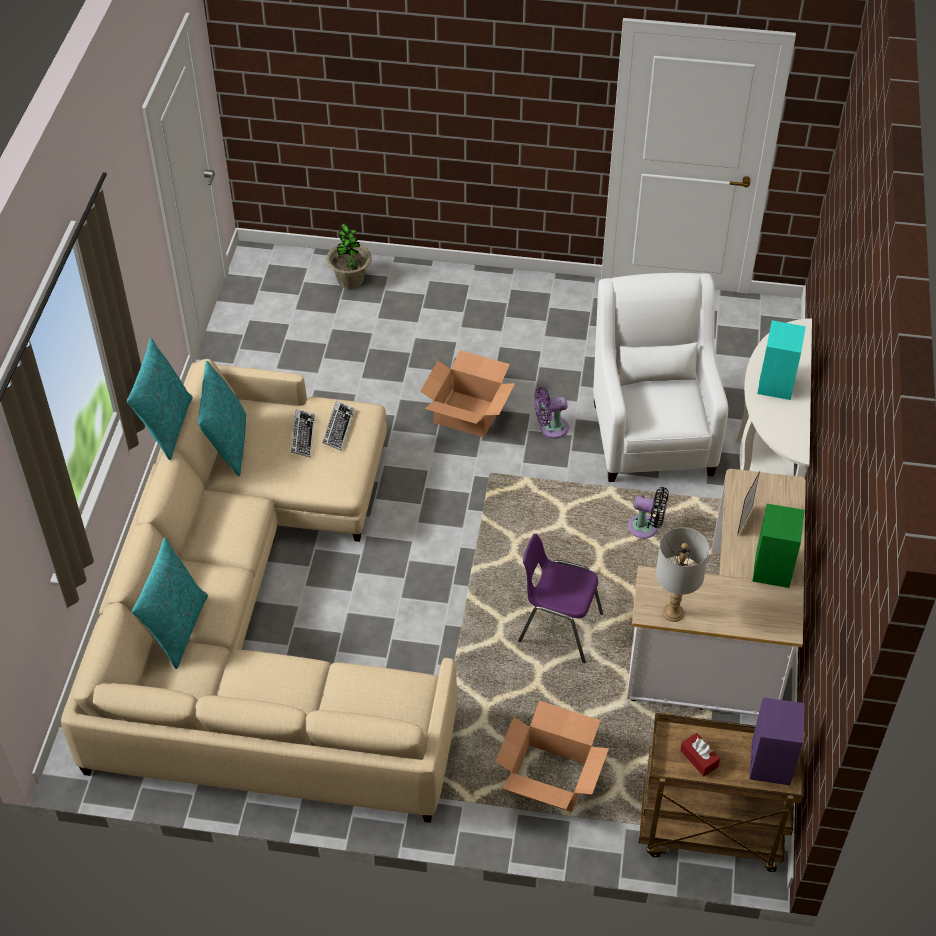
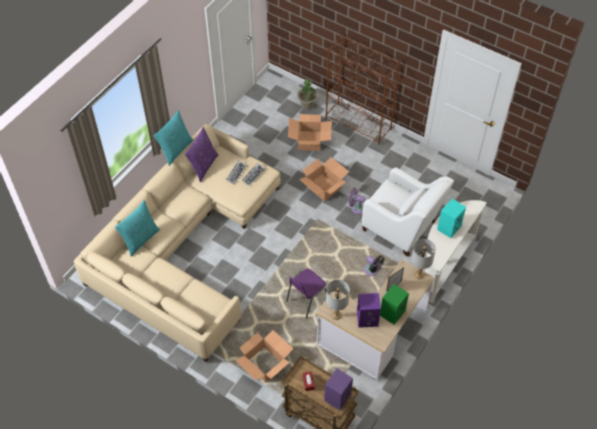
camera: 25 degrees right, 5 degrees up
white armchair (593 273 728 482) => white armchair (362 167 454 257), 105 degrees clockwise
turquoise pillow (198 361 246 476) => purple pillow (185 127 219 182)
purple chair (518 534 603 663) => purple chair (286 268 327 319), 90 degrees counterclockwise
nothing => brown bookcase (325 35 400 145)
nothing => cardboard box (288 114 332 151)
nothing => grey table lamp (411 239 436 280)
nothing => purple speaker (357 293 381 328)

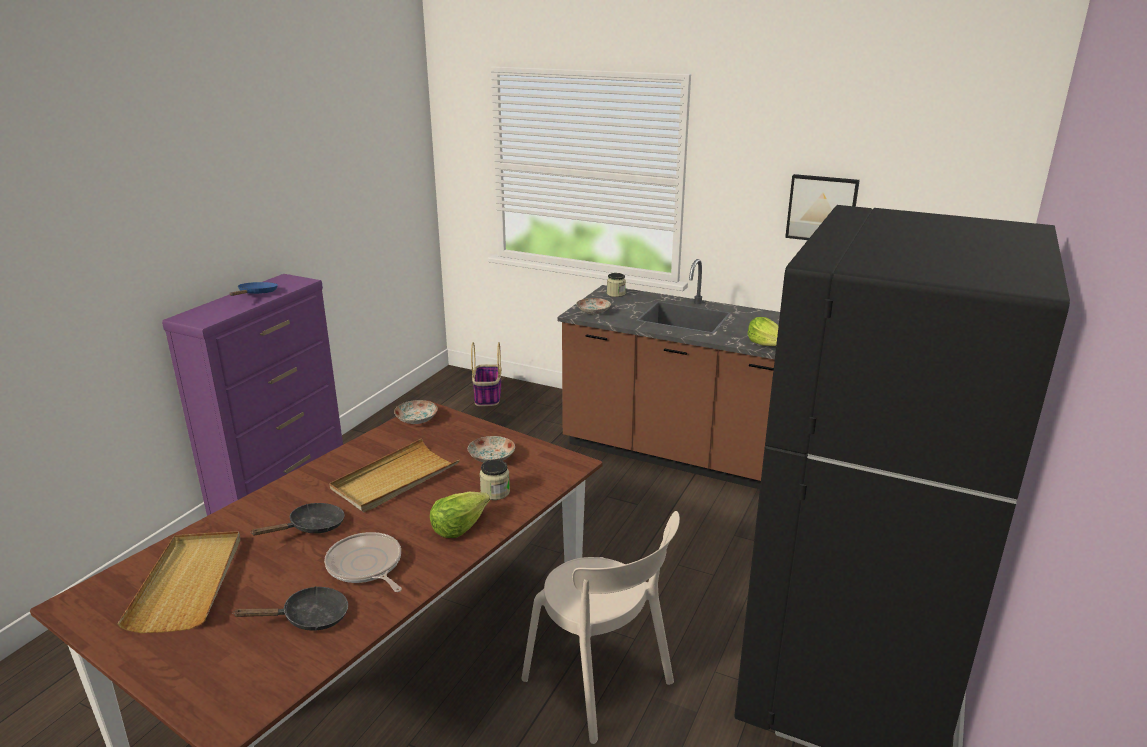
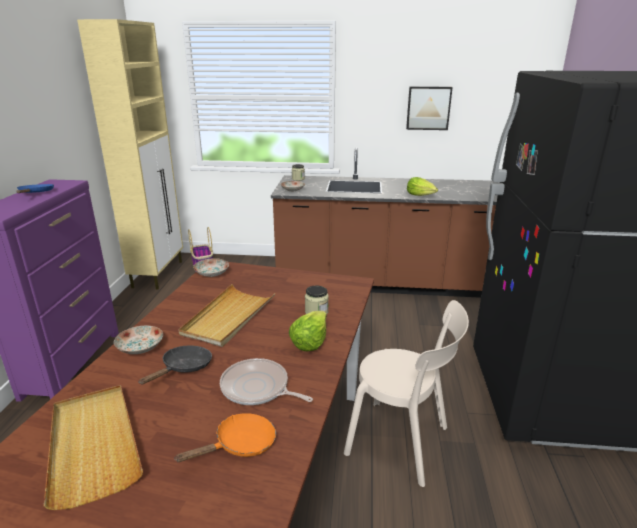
camera: 20 degrees left, 0 degrees up
plate (468 436 515 462) => plate (114 326 163 354), moved
black frying pan (232 586 348 631) => orange frying pan (174 413 276 462)
nothing => beige cabinet (77 19 183 289)

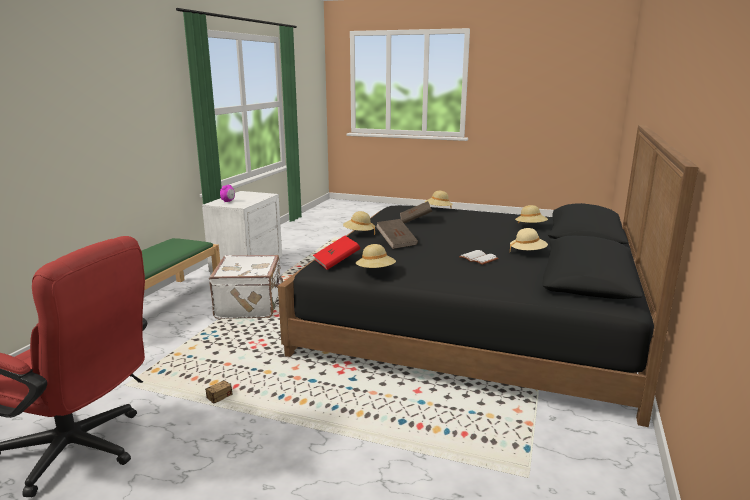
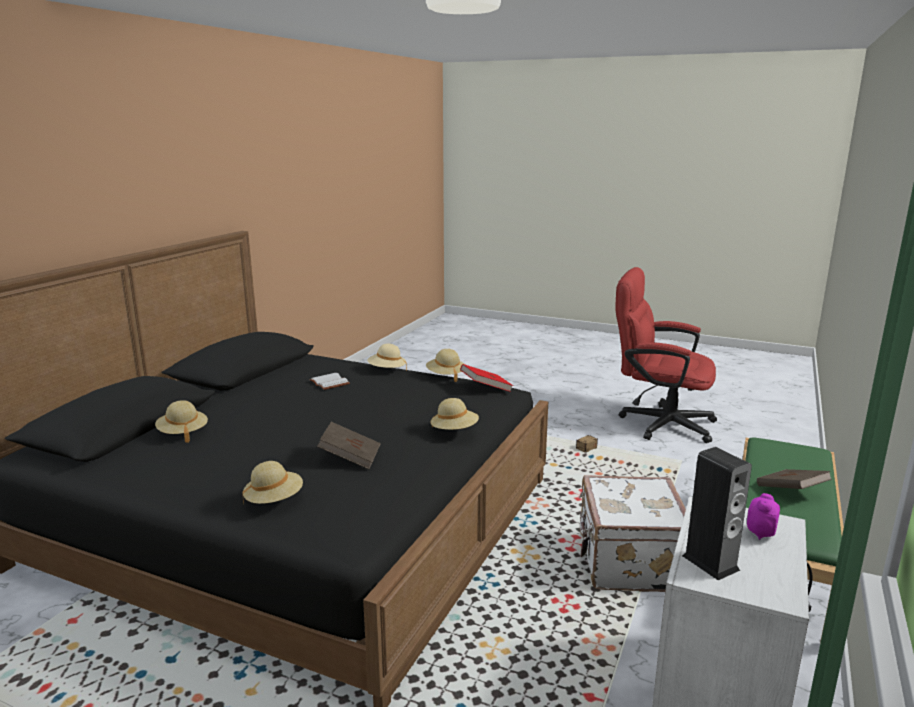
camera: 175 degrees left, 0 degrees up
brown book (376 219 418 249) => brown book (757 469 832 489), moved
beige hat (510 228 548 251) => beige hat (368 344 407 371), moved
nothing => speaker (682 447 752 580)

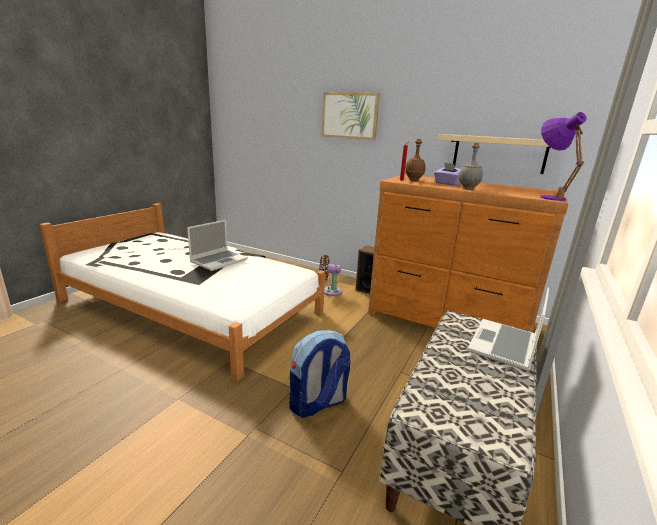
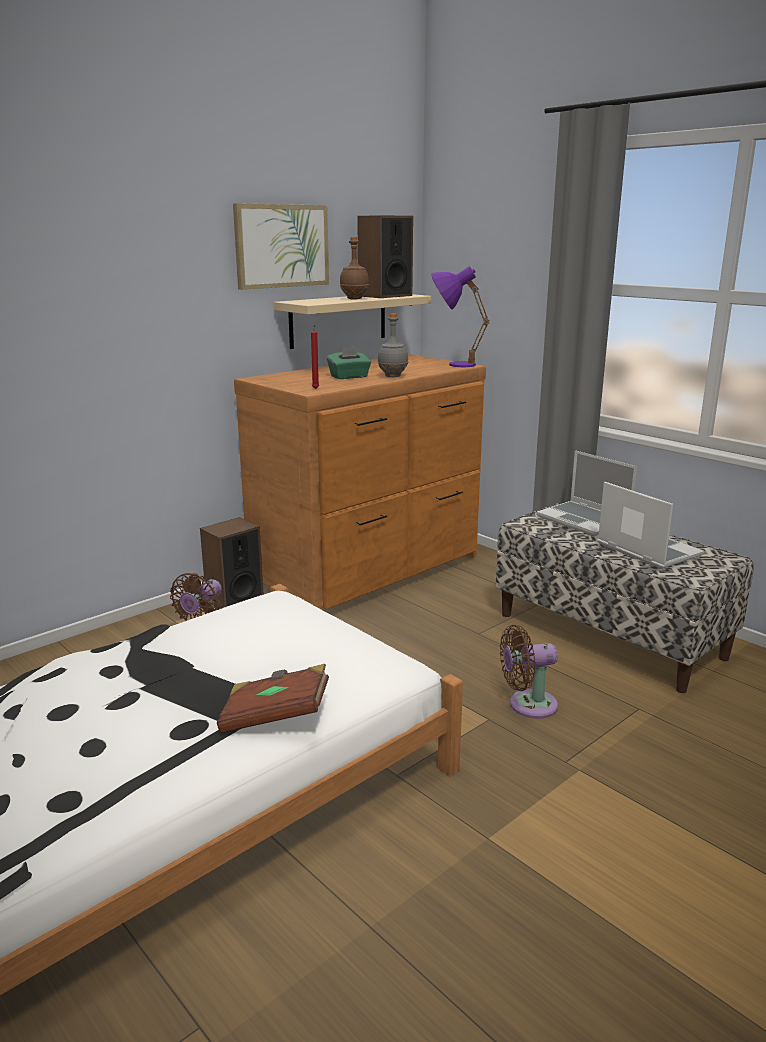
camera: 70 degrees left, 0 degrees up
picture (322 92 380 140) => picture (233 203 329 290), moved
brown bottle (405 139 426 181) => brown bottle (340 237 369 299), moved
purple tissue box (434 163 461 186) => green tissue box (327 346 371 379)
laptop (187 220 248 271) => laptop (597 482 704 569), moved
backpack (289 330 350 418) => brown fan (500 625 558 719)
nothing => speaker (357 215 413 298)
nothing => brown book (217 664 329 733)

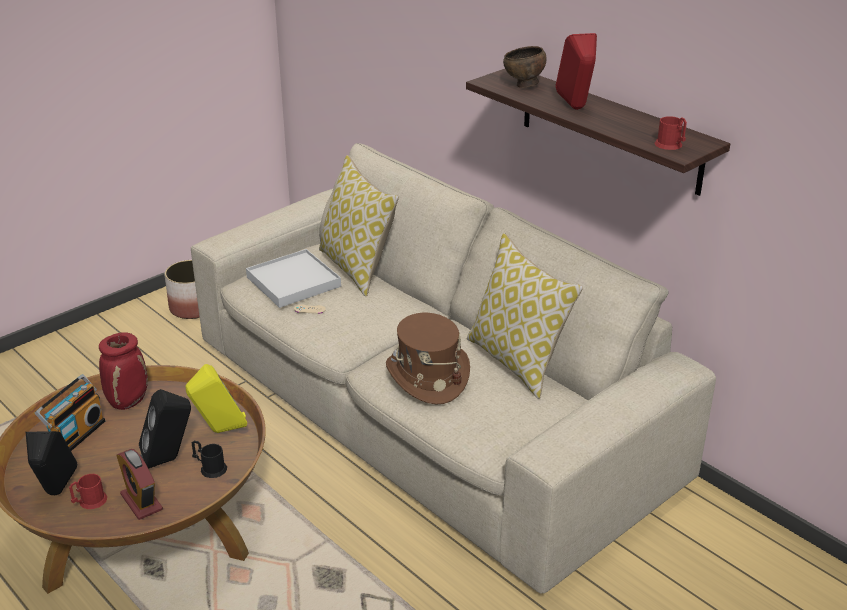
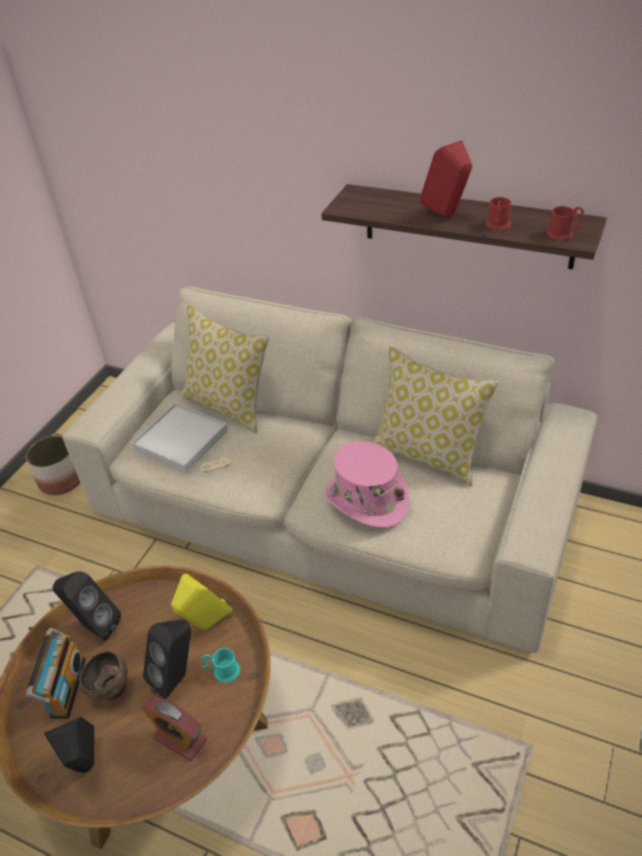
camera: 20 degrees left, 10 degrees up
brown bowl (503 46 546 88) => brown bowl (79 651 127 701), moved
brown hat (386 313 470 405) => pink hat (325 441 409 528)
red vase (99 332 148 410) => black speaker (53 571 121 641)
black mug (192 441 227 478) => turquoise mug (201 648 240 683)
red mug (69 474 107 509) => red mug (485 197 511 230), moved

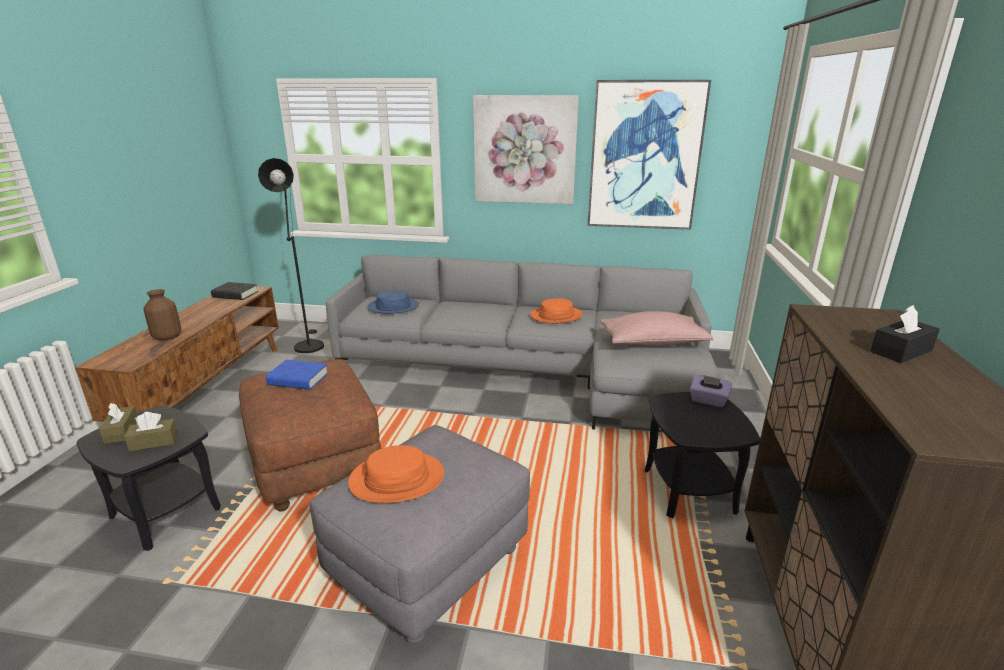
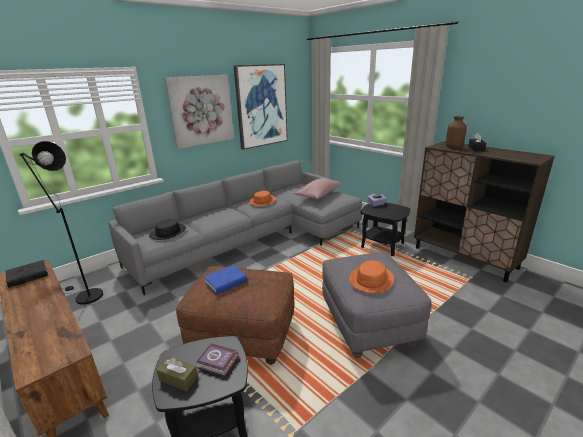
camera: 50 degrees left, 0 degrees up
brown vase (143 289 181 340) => brown vase (446 116 467 149), moved
blue hat (367 290 419 314) => black hat (149 219 186 240)
brown tissue box (124 412 178 451) => book (196 343 238 377)

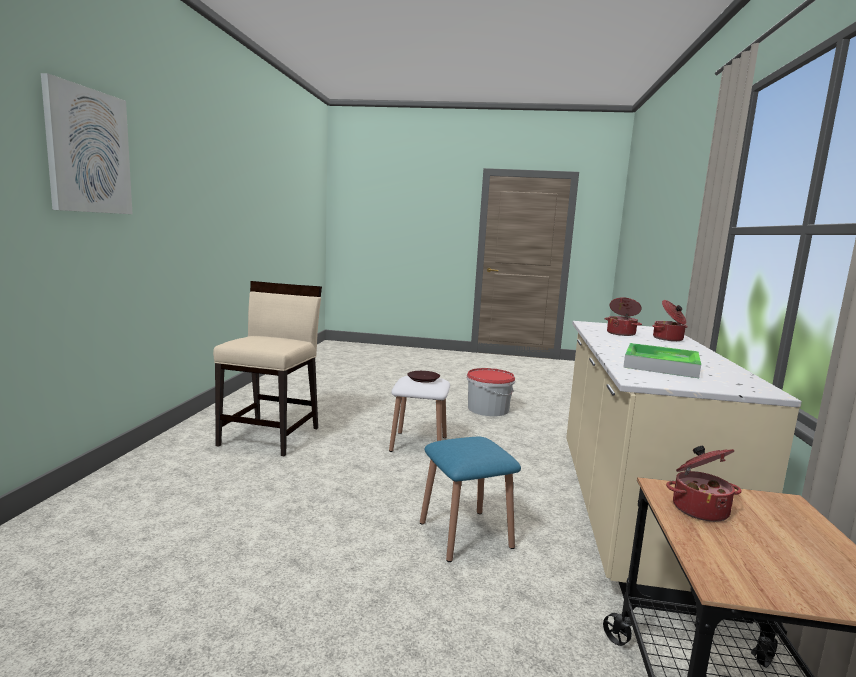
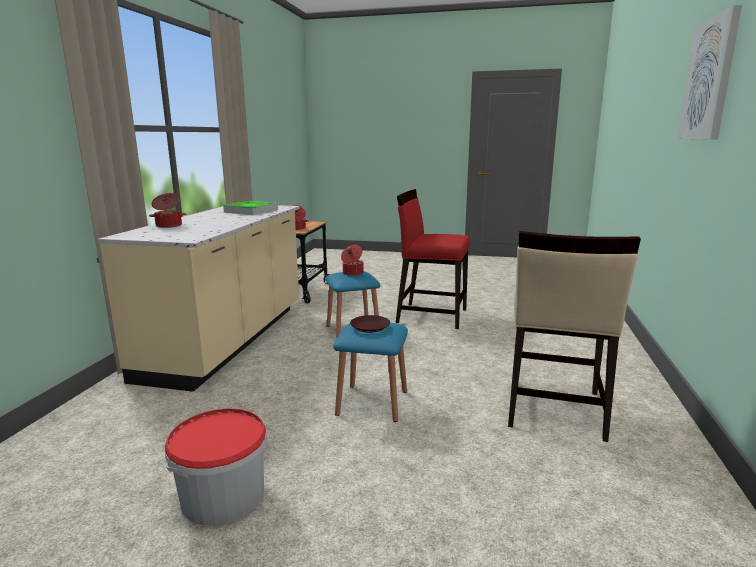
camera: 175 degrees left, 5 degrees up
cooking pot (605 297 642 336) => cooking pot (341 245 364 276), moved
white stool (389 376 450 452) => blue stool (333 323 408 422)
nothing => red chair (396 189 470 329)

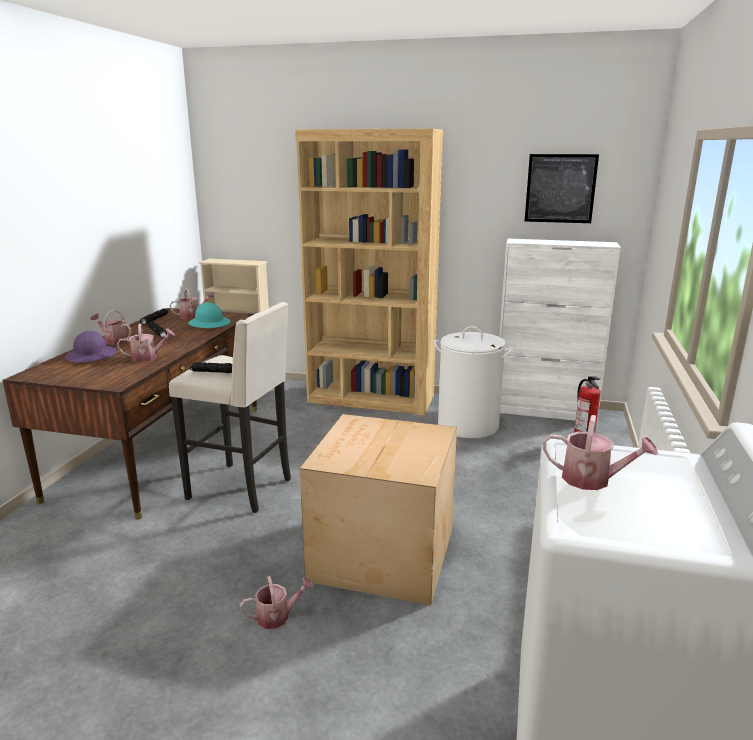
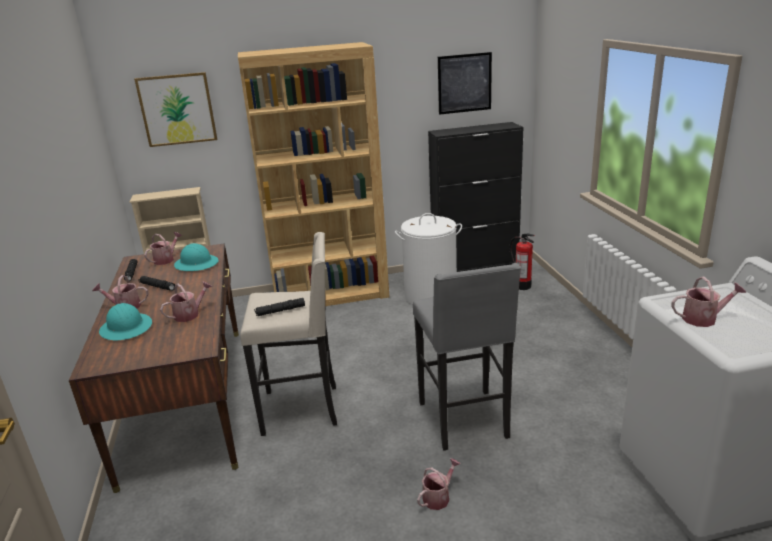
camera: 25 degrees left, 5 degrees up
white cabinet (500 239 621 423) => black cabinet (428 122 524 272)
purple hard hat (65 331 117 362) => turquoise hard hat (99 303 152 341)
cardboard box (300 414 457 605) => grey stool (413 263 521 451)
nothing => picture (134 72 217 147)

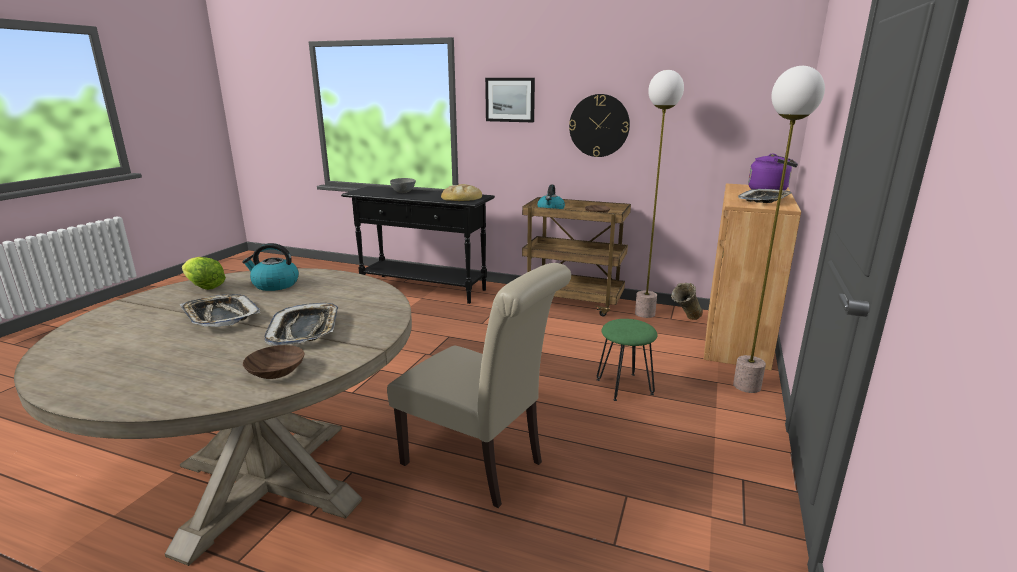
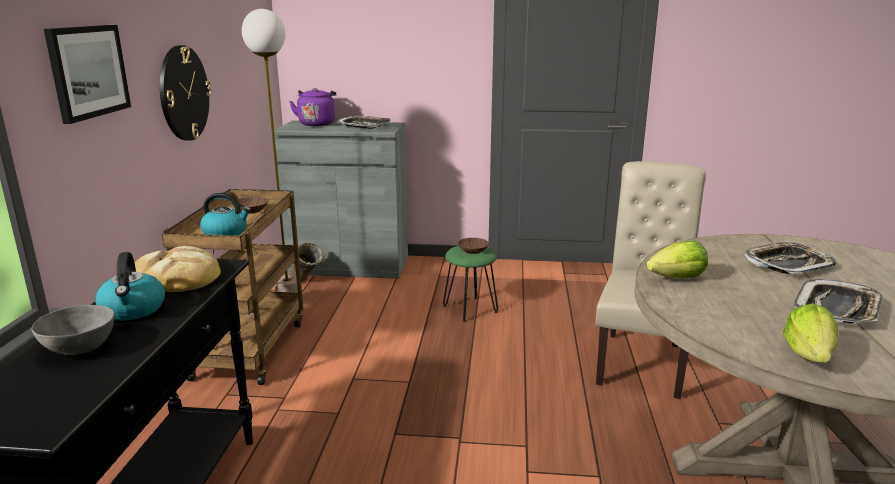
camera: 105 degrees left, 0 degrees up
floor lamp (733 66 825 393) => nothing
brown cabinet (704 184 801 370) => grey cabinet (274 121 408 279)
kettle (242 243 299 291) => kettle (95 252 165 321), moved
brown bowl (243 345 305 379) => brown bowl (458 238 489 254), moved
nothing => lettuce (647 241 708 278)

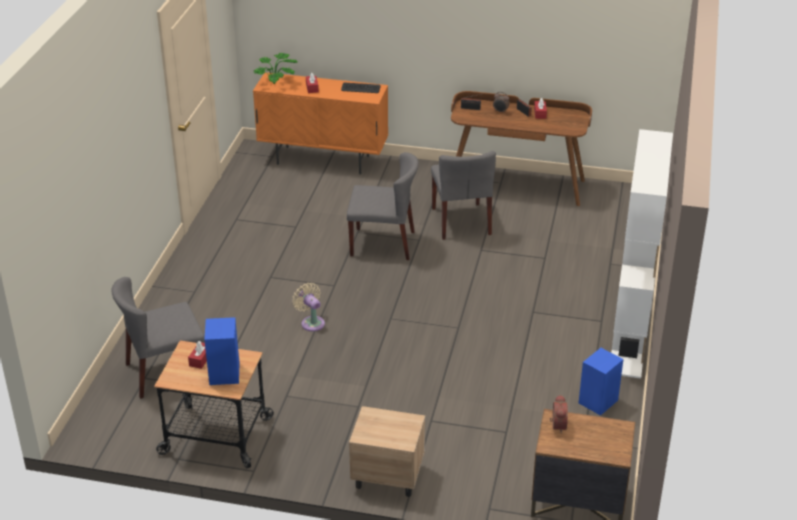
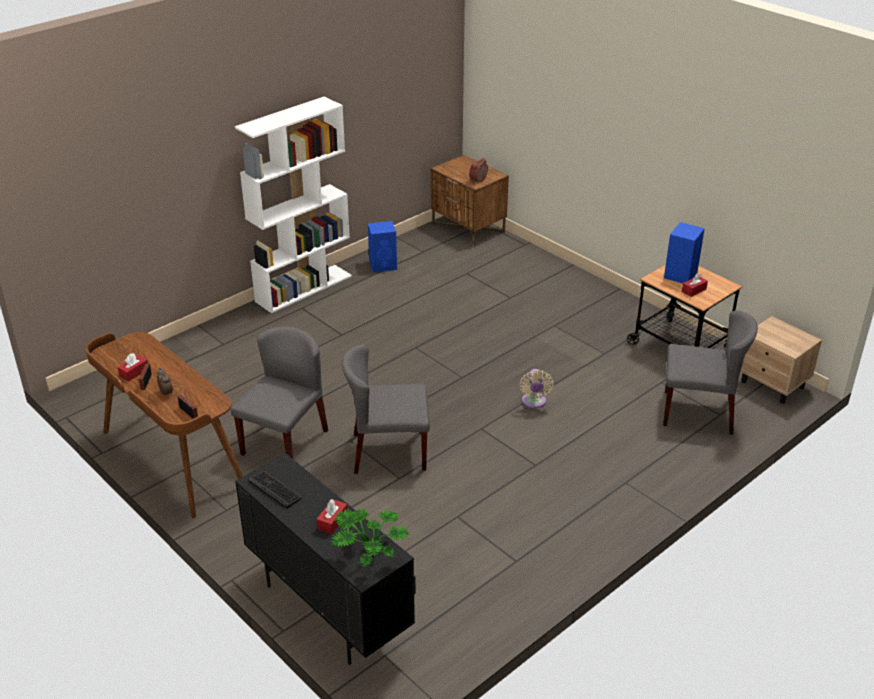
camera: 145 degrees left, 0 degrees up
orange cabinet (253 73 388 175) => black cabinet (235 453 416 665)
grey chair (347 152 419 260) => grey chair (342 345 430 474), 45 degrees counterclockwise
beige nightstand (349 406 425 497) => beige nightstand (740 316 822 404), moved

